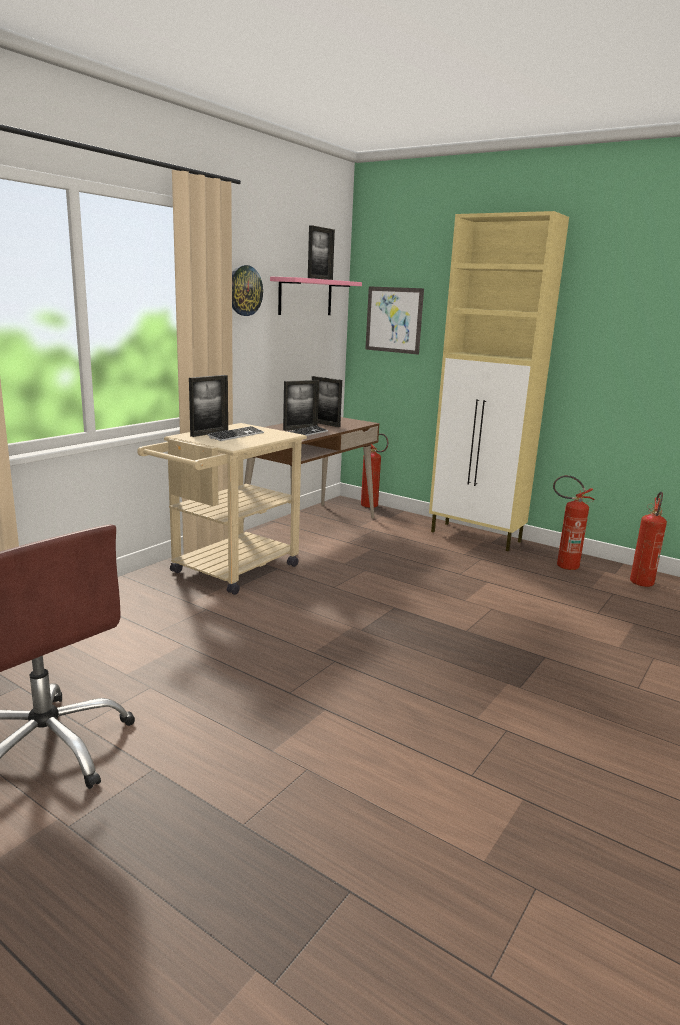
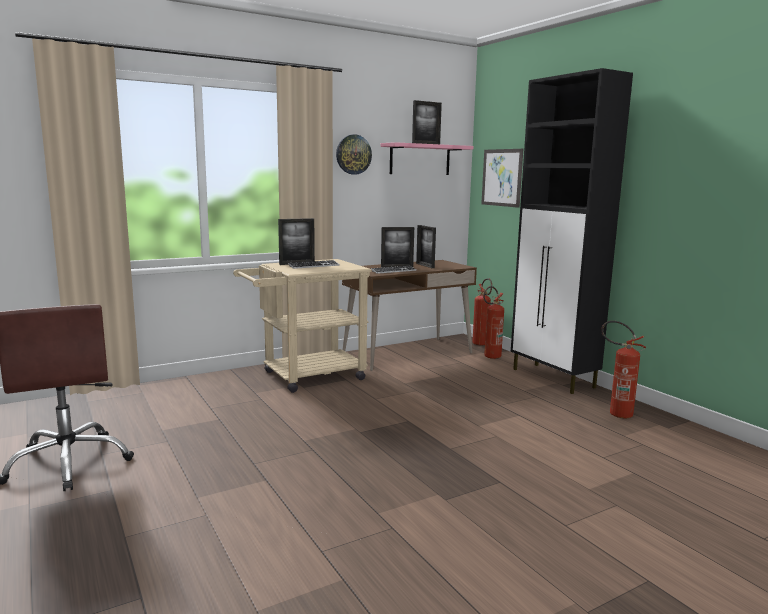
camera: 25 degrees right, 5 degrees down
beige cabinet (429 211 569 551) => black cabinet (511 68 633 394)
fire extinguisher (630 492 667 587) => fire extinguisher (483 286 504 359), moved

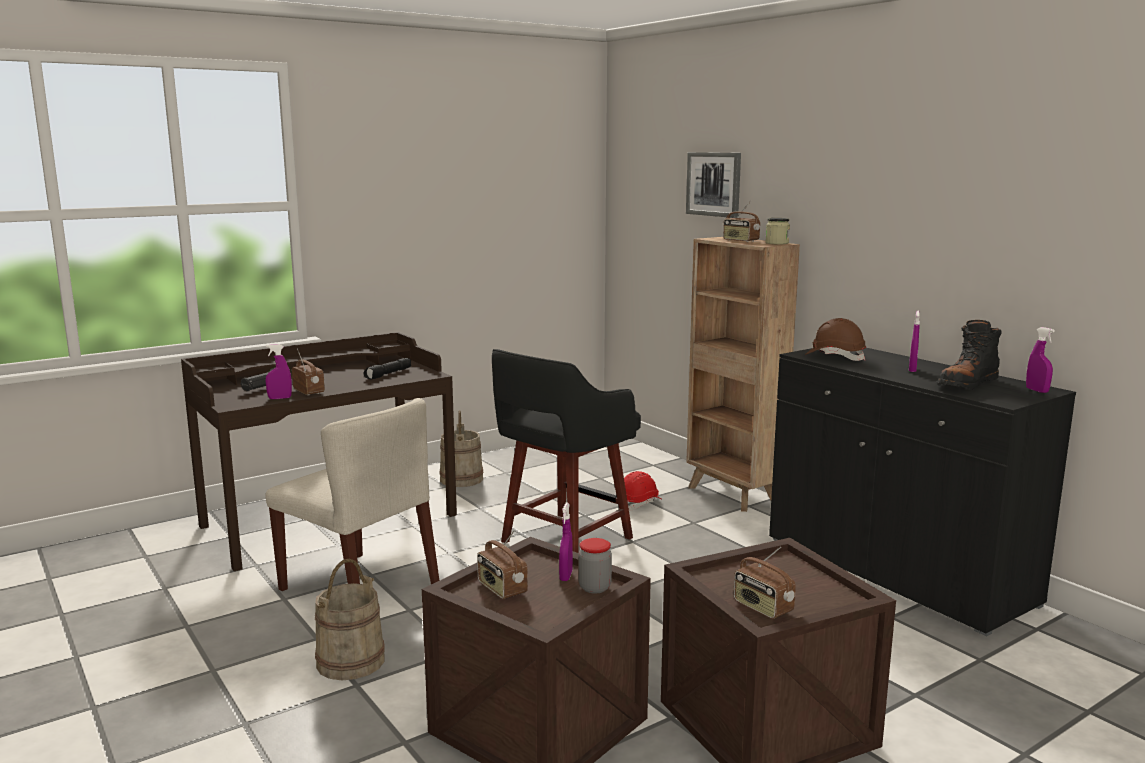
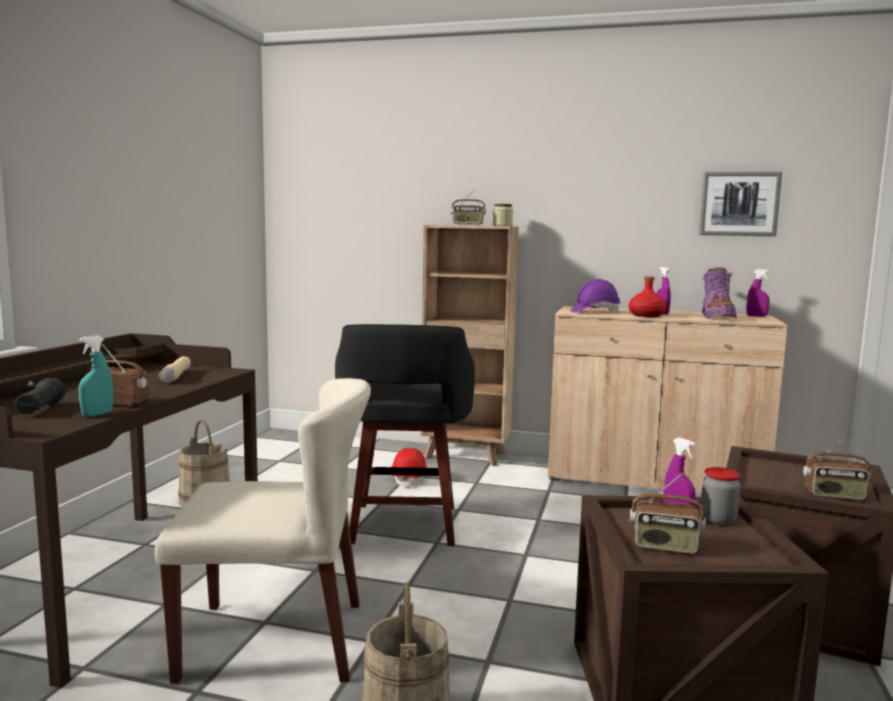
camera: 40 degrees left, 5 degrees down
picture (686 152 741 218) => picture (699 172 782 236), moved
brown hard hat (805 318 866 361) => purple hard hat (570 279 620 312)
black boot (937 320 1002 390) => purple boot (702 267 737 318)
purple spray bottle (266 344 292 399) => turquoise spray bottle (79 336 113 417)
black cabinet (769 348 1076 636) => beige cabinet (548 306 787 493)
black flashlight (364 358 411 380) => beige flashlight (159 356 191 383)
nothing => red bottle (629 276 667 317)

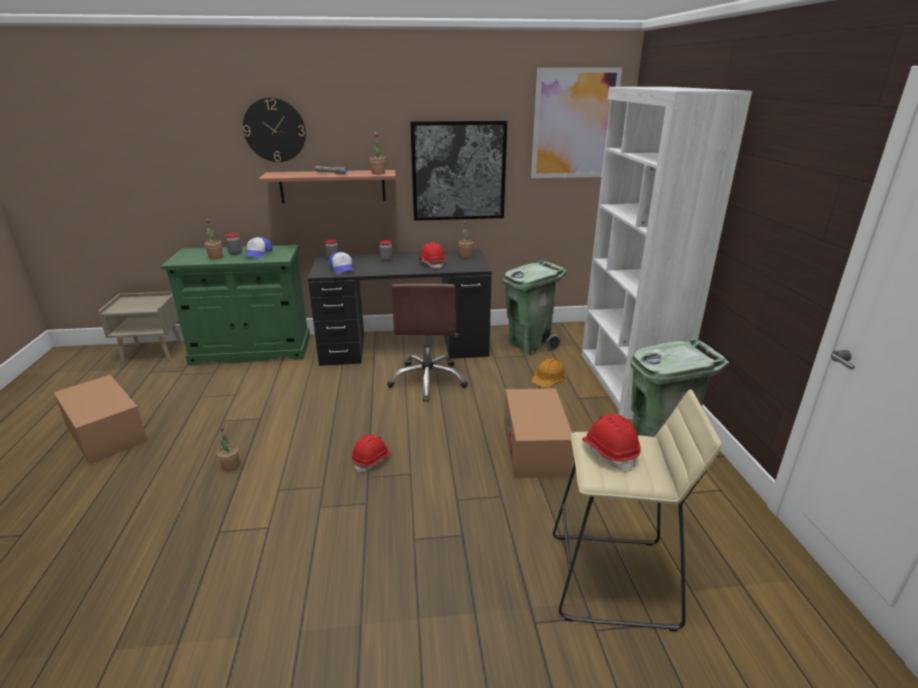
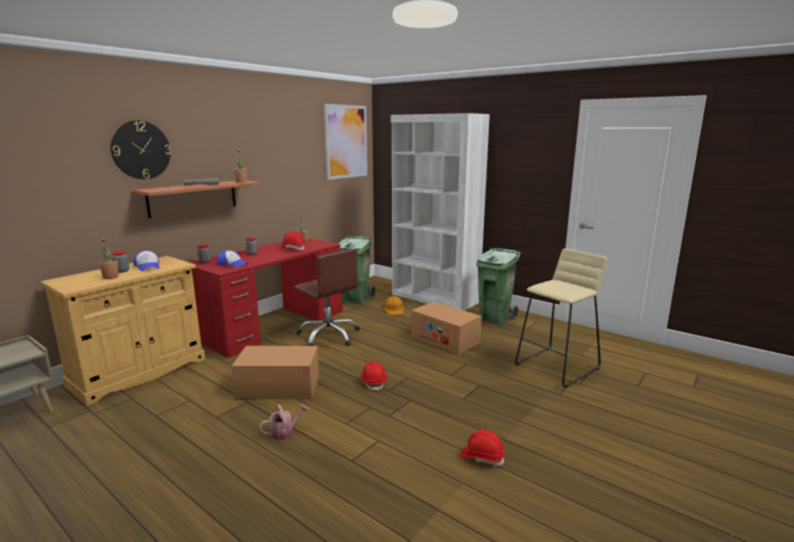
camera: 45 degrees left, 10 degrees down
picture (410 120 507 221) => nothing
green cabinet (161 245 310 366) => beige cabinet (40 256 205 406)
black desk (308 250 492 366) => red desk (189 238 343 358)
cardboard box (53 375 148 465) => cardboard box (232 346 319 399), moved
red hard hat (582 414 641 471) => red hard hat (460 430 505 466), moved
potted plant (217 425 240 472) => watering can (260 404 309 440)

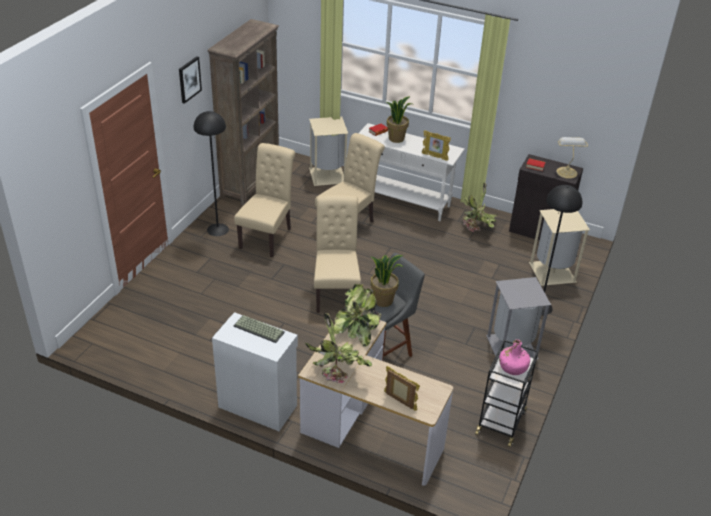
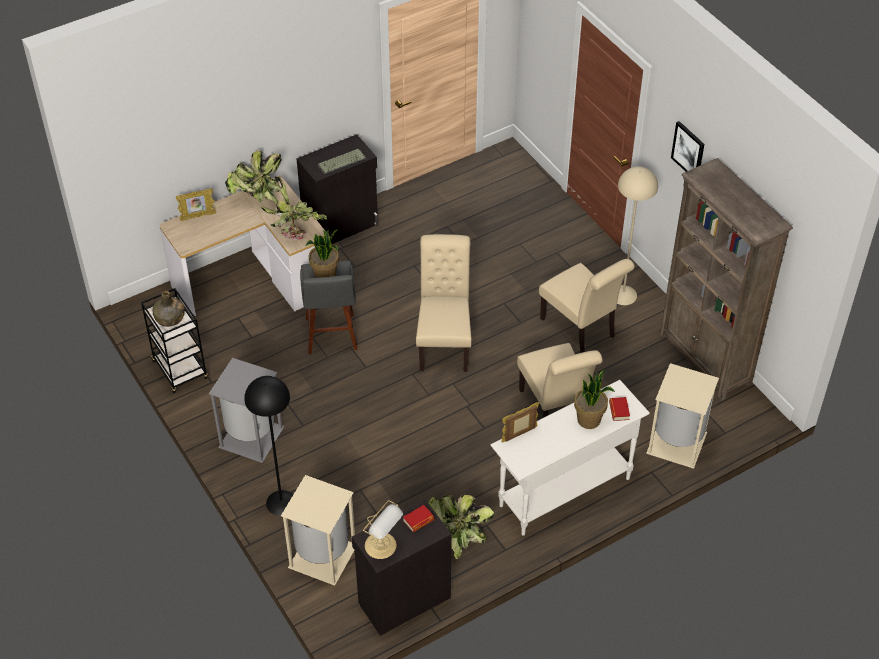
camera: 125 degrees right, 10 degrees up
black floor lamp (194 111 229 236) => beige floor lamp (617 167 658 305)
beige chair (314 195 361 313) => beige chair (416 234 471 372), 120 degrees counterclockwise
white cabinet (212 312 298 431) => black cabinet (297 134 378 244)
pink bottle (499 339 530 375) => green bottle (152 291 185 327)

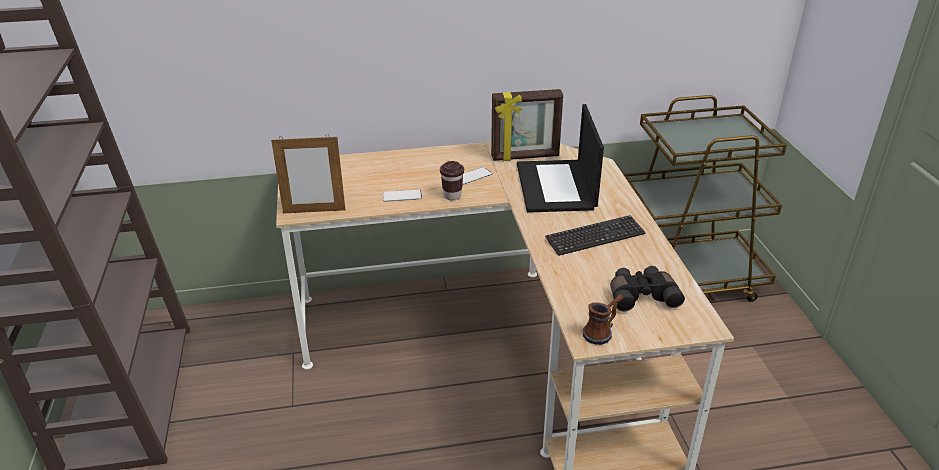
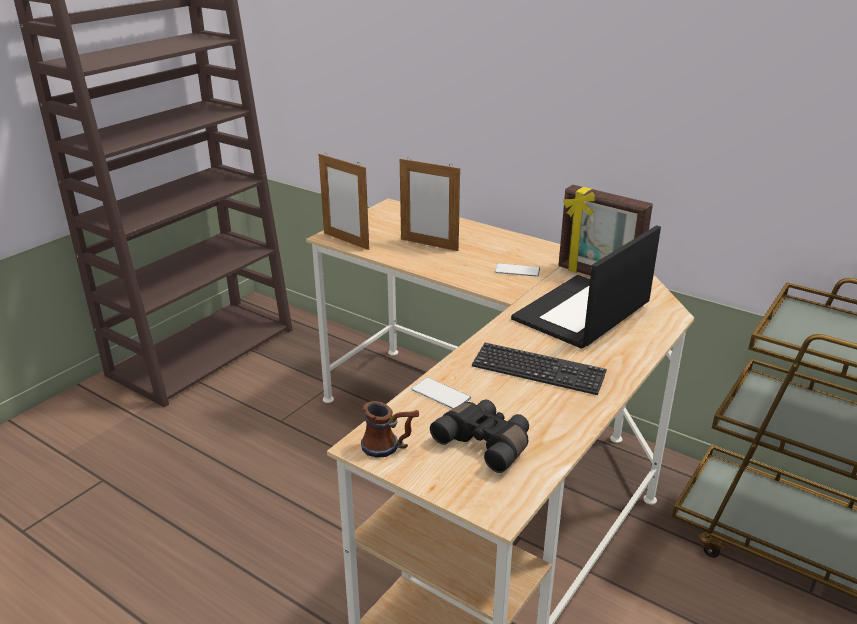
camera: 45 degrees right, 5 degrees down
brown cup (440 161 464 200) => nothing
phone (383 189 422 202) => phone (412 378 471 409), moved
nothing => picture frame (400 157 460 251)

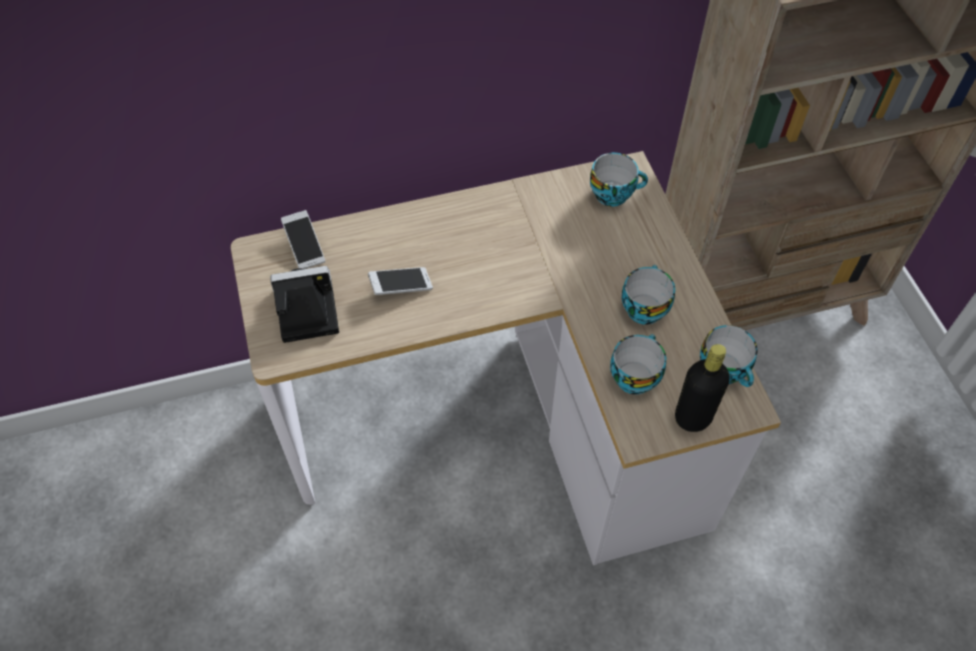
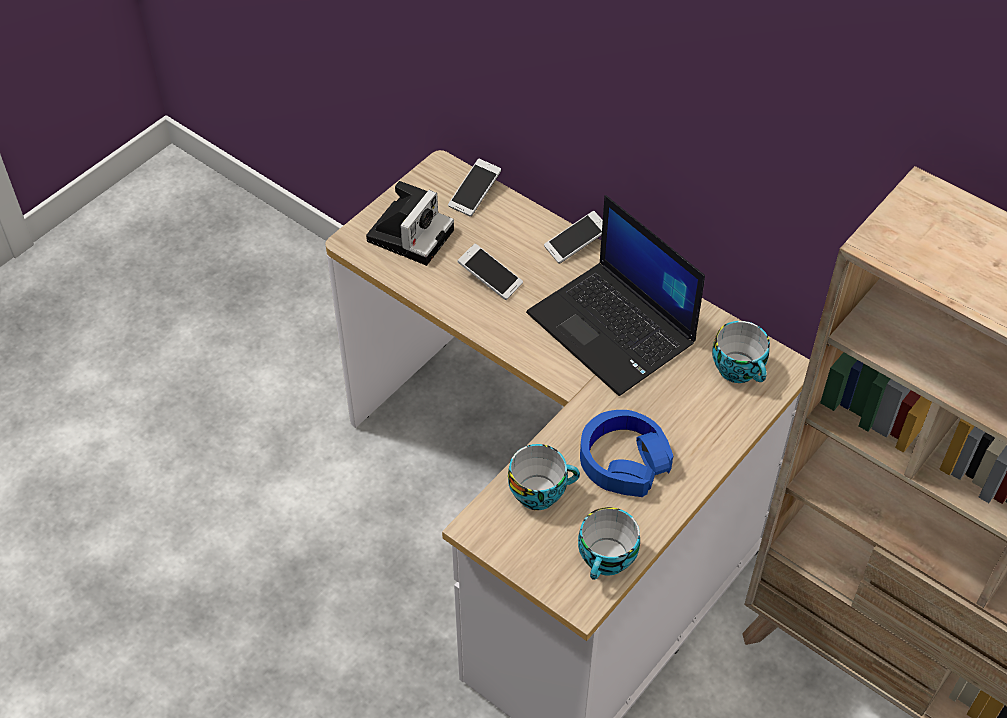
camera: 55 degrees right, 5 degrees down
cup (622 265 675 325) => blue headphones (580 410 673 497)
photo camera (270 266 339 343) => photo camera (366 181 454 266), 75 degrees clockwise
black bottle (675 344 730 432) => nothing
nothing => laptop (526 195 705 396)
nothing => phone (544 211 603 264)

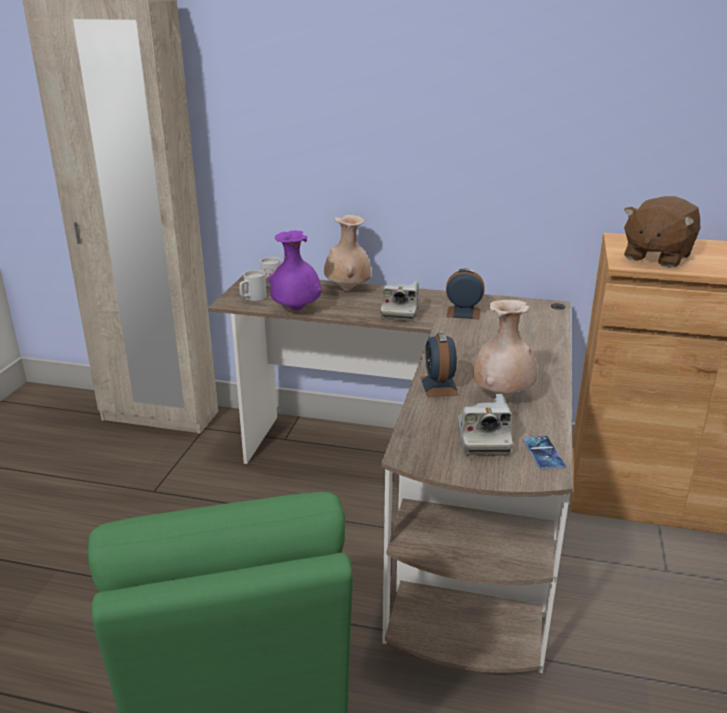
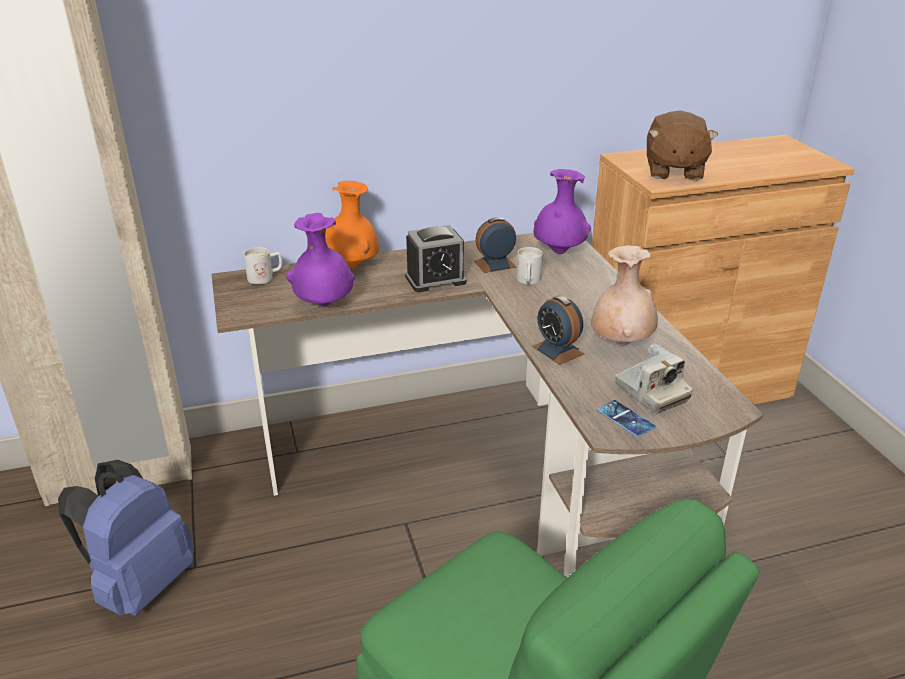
camera: 30 degrees left, 5 degrees up
beige vase (324 215 372 291) => orange vase (325 181 379 268)
white mug (239 270 267 301) => white mug (517 247 543 284), moved
photo camera (380 281 419 322) => alarm clock (405 225 466 292)
phone (523 436 566 469) => phone (597 400 656 437), moved
nothing => purple vase (534 169 591 254)
nothing => blue backpack (58 460 194 616)

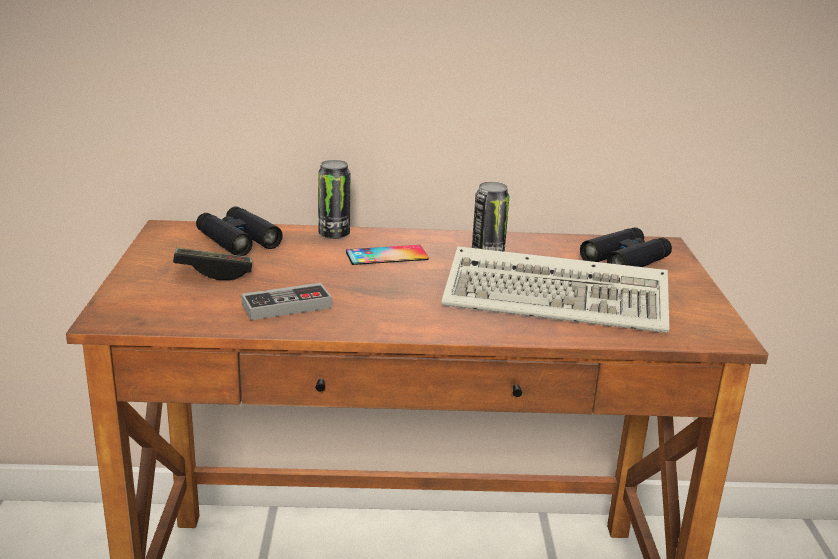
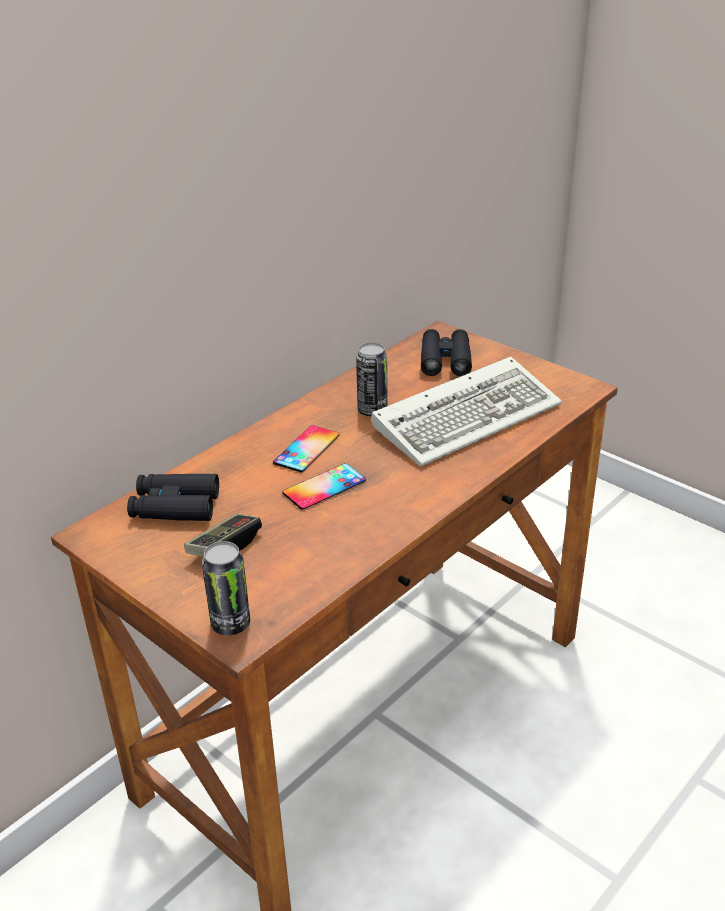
camera: 45 degrees left, 10 degrees up
can (318 160 350 239) => can (202 541 250 635), moved
game controller (241 283 332 320) => nothing
nothing => phone (282 463 366 510)

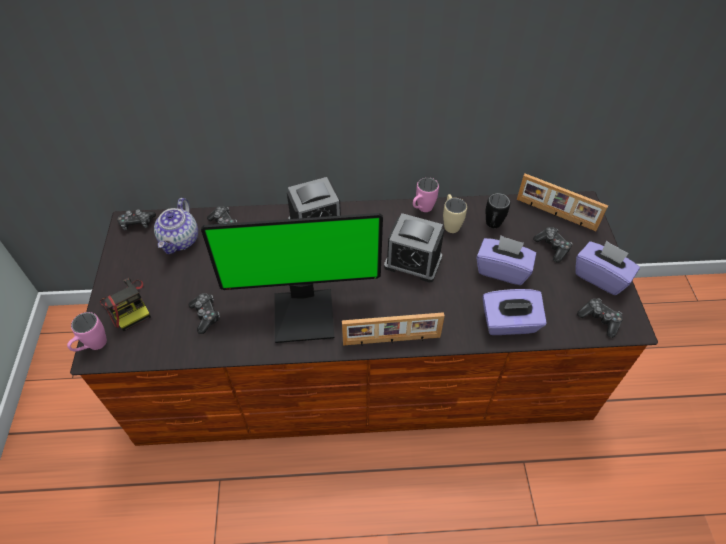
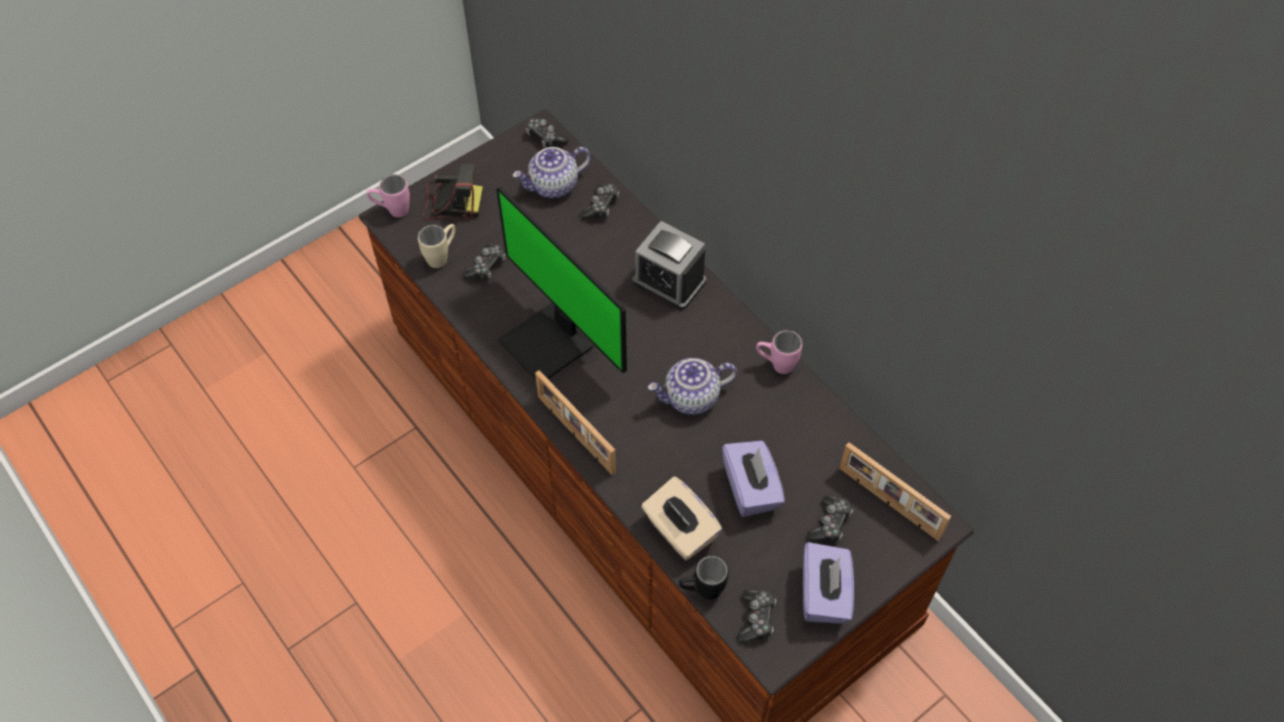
camera: 55 degrees right, 5 degrees up
picture frame (517 174 608 231) => picture frame (839 442 951 542), 45 degrees counterclockwise
black mug (486 193 510 228) => black mug (679 555 729 600), moved
beige mug (443 194 467 233) => beige mug (418 224 456 268), moved
alarm clock (384 213 444 283) => teapot (648 358 737 415)
photo camera (100 278 151 331) => photo camera (423 164 483 220), 105 degrees counterclockwise
purple tissue box (482 289 547 335) => beige tissue box (641 476 722 560)

